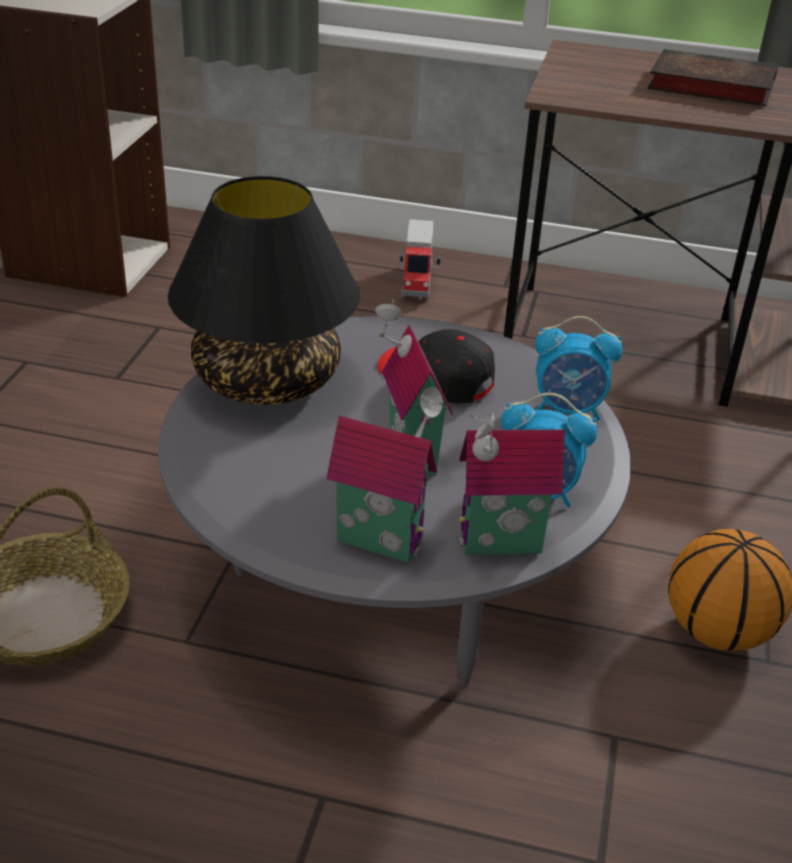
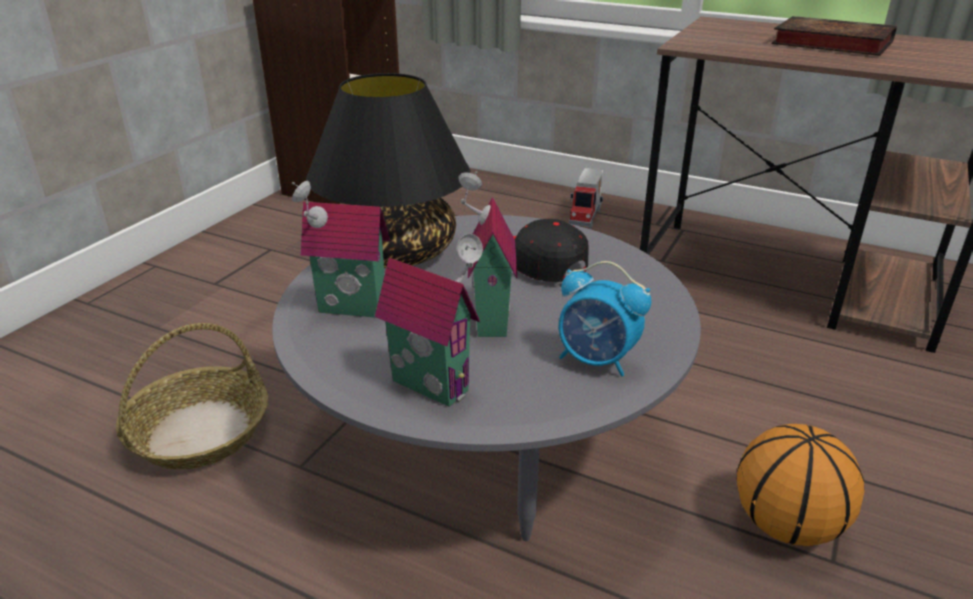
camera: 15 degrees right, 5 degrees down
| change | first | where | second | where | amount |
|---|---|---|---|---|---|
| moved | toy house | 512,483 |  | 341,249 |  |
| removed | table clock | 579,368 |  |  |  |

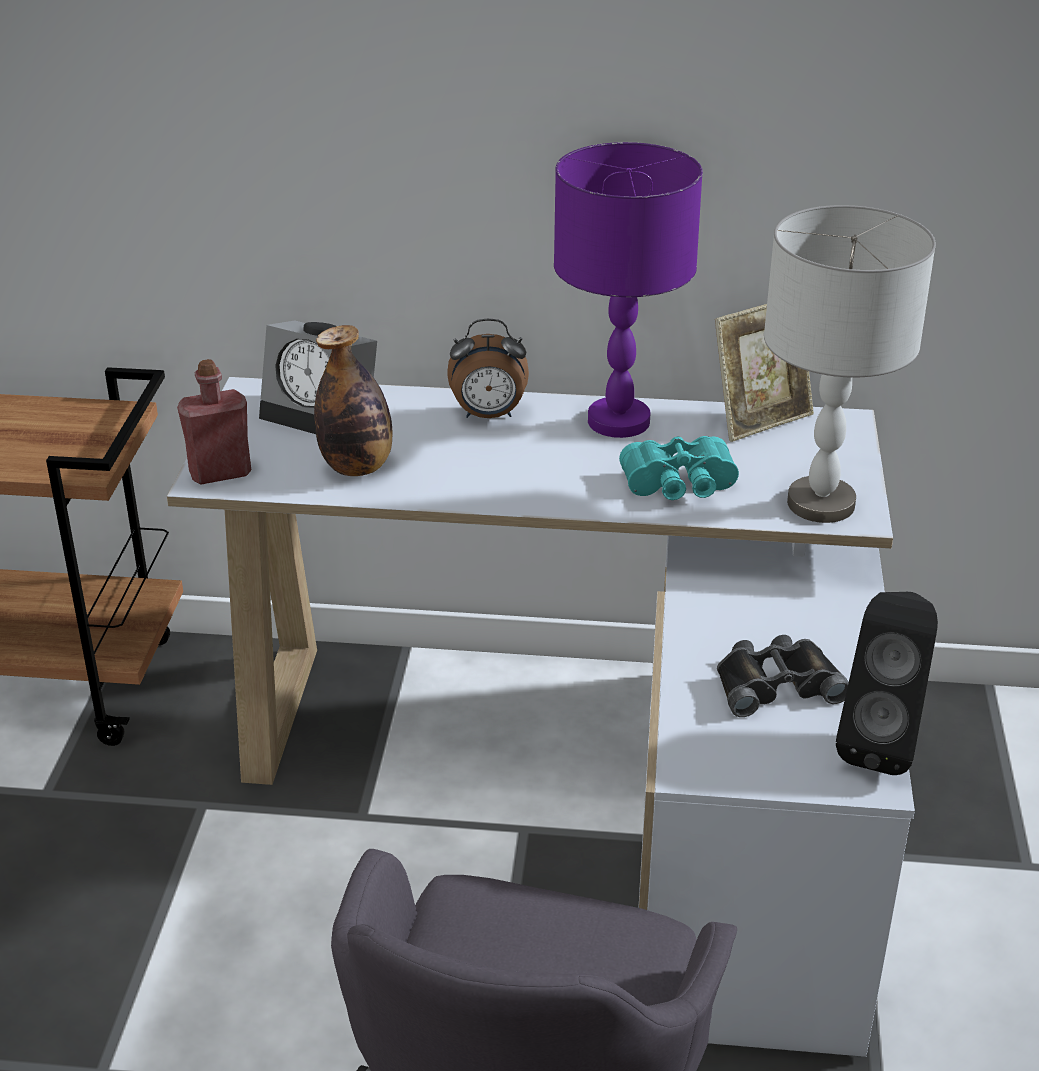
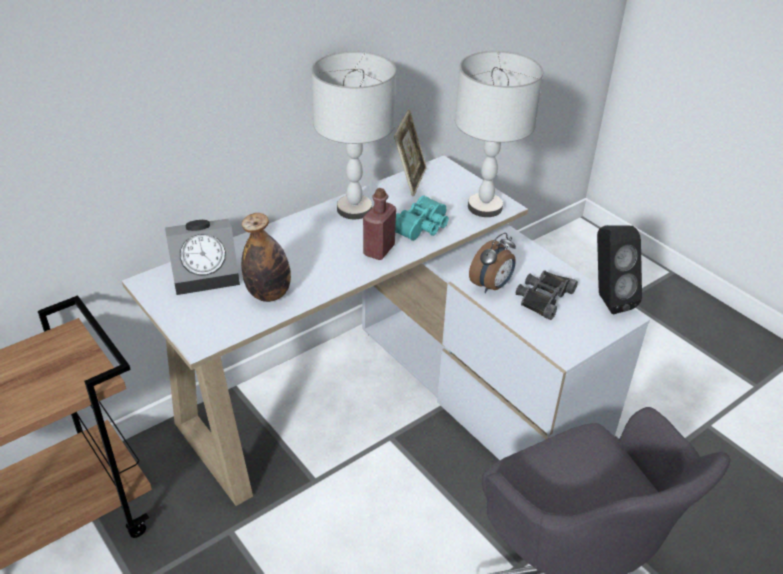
camera: 45 degrees left, 5 degrees up
| change | first | where | second | where | amount |
|---|---|---|---|---|---|
| moved | bottle in reddish | 214,422 |  | 379,224 |  |
| moved | table clock | 488,368 |  | 492,262 |  |
| recoloured | lamp for a table in purple-coloured | 628,290 | lamp for a table in gray | 354,135 |  |

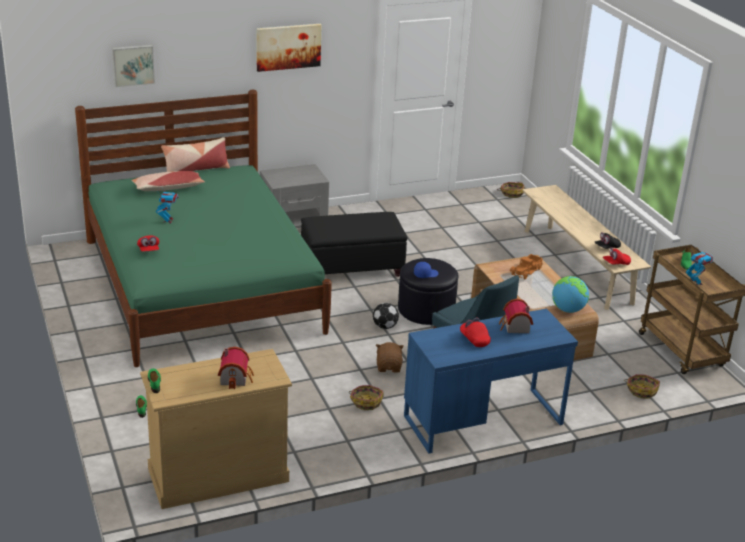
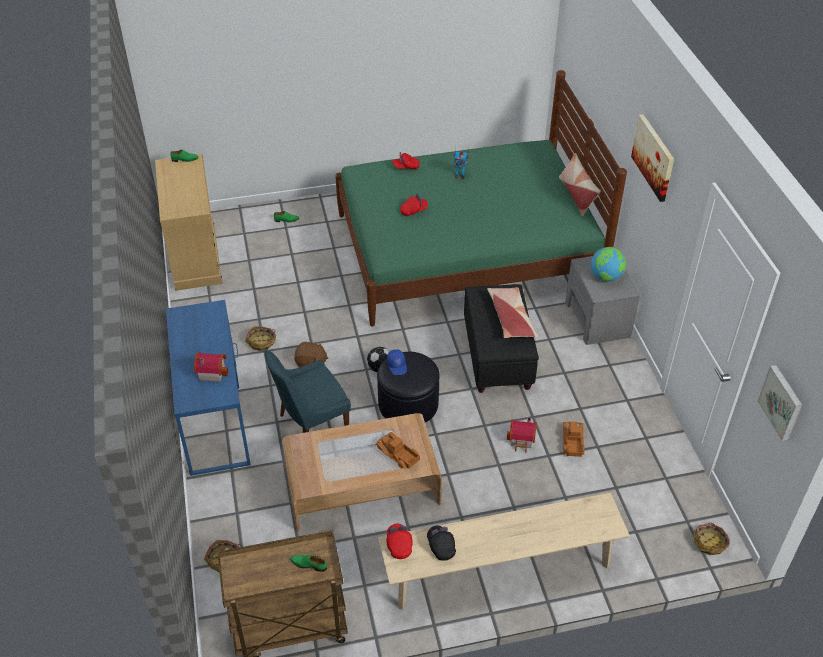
camera: 100 degrees right, 15 degrees up
| change | first | where | second | where | amount |
|---|---|---|---|---|---|
| moved | wall art | 133,66 |  | 779,403 |  |
| moved | pillow | 168,181 |  | 512,312 |  |
| moved | toy house | 236,368 |  | 521,435 |  |
| moved | peaked cap in reddish | 475,332 |  | 414,205 |  |
| moved | globe | 570,294 |  | 608,264 |  |
| removed | model robot | 699,267 |  |  |  |
| added |  |  | toy lorry | 574,439 |  |

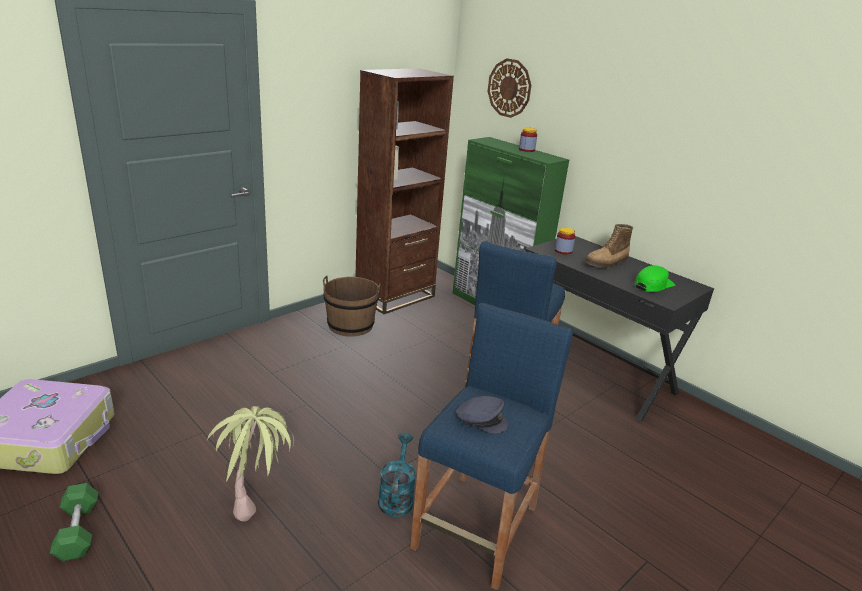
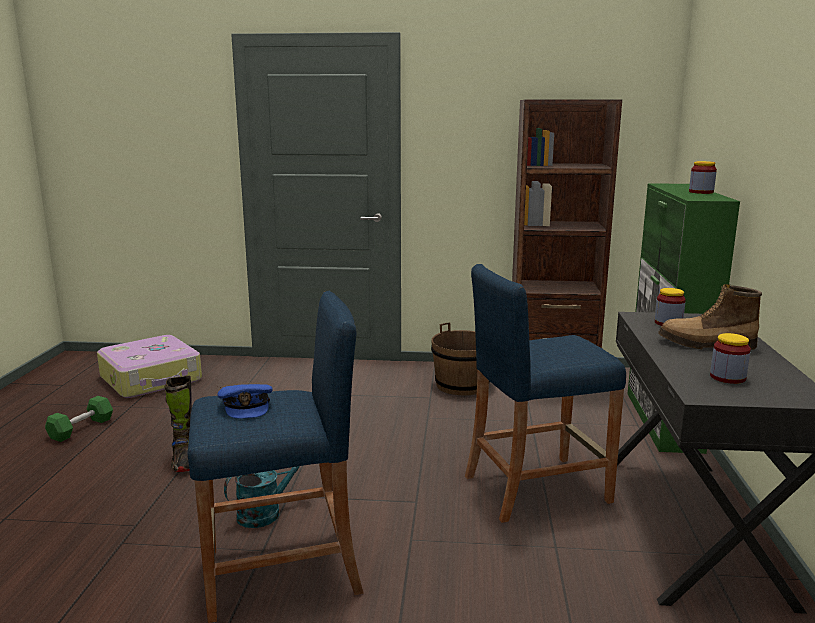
camera: 50 degrees right, 10 degrees down
| change | first | where | second | where | amount |
|---|---|---|---|---|---|
| replaced | houseplant | 250,463 | boot in black-coloured | 178,423 |  |
| recoloured | peaked cap in gray | 482,415 | peaked cap in blue | 245,401 |  |
| removed | hanging clock | 509,88 |  |  |  |
| replaced | peaked cap in green | 655,278 | preserve jar | 730,358 |  |

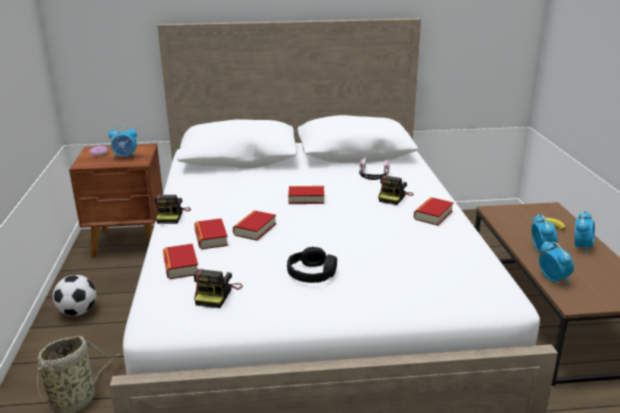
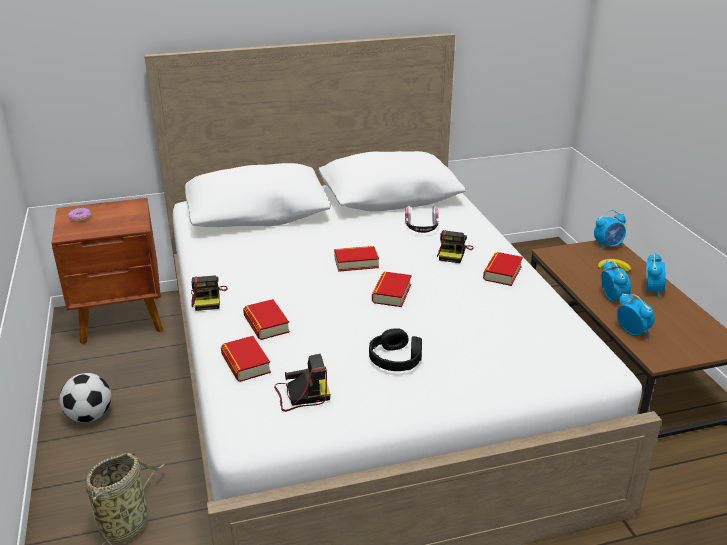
camera: 10 degrees left, 5 degrees up
| change | first | where | second | where | amount |
|---|---|---|---|---|---|
| moved | table clock | 123,142 |  | 610,230 |  |
| turned | photo camera | 218,288 |  | 302,383 | 105 degrees counterclockwise |
| moved | volume | 254,225 |  | 392,289 |  |

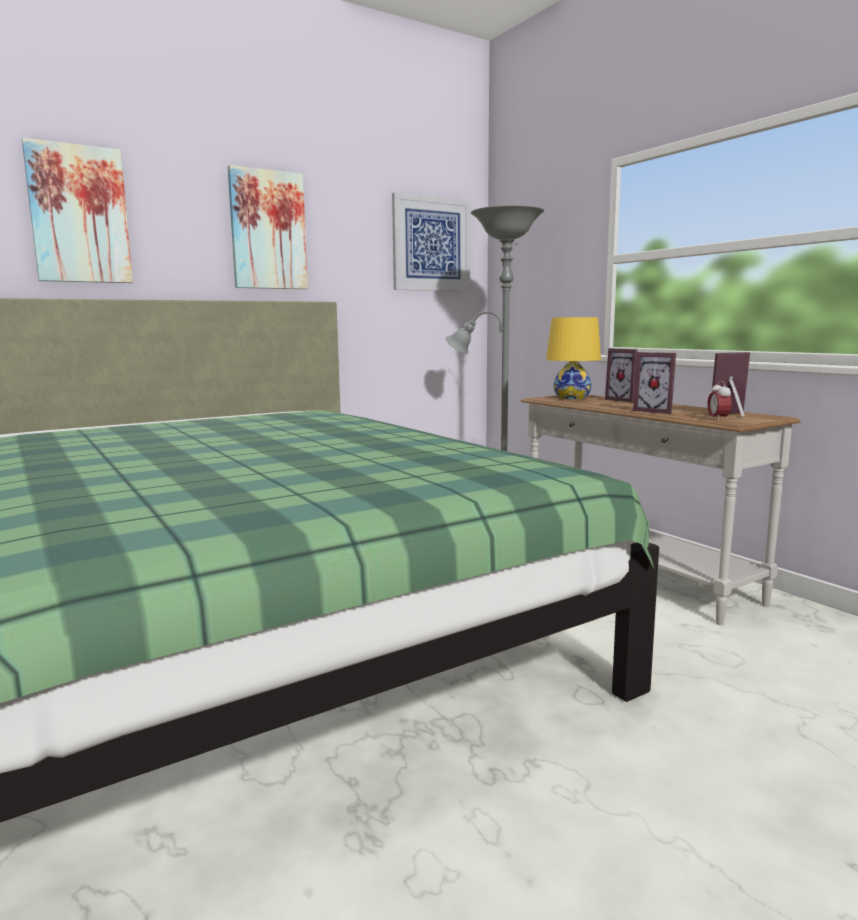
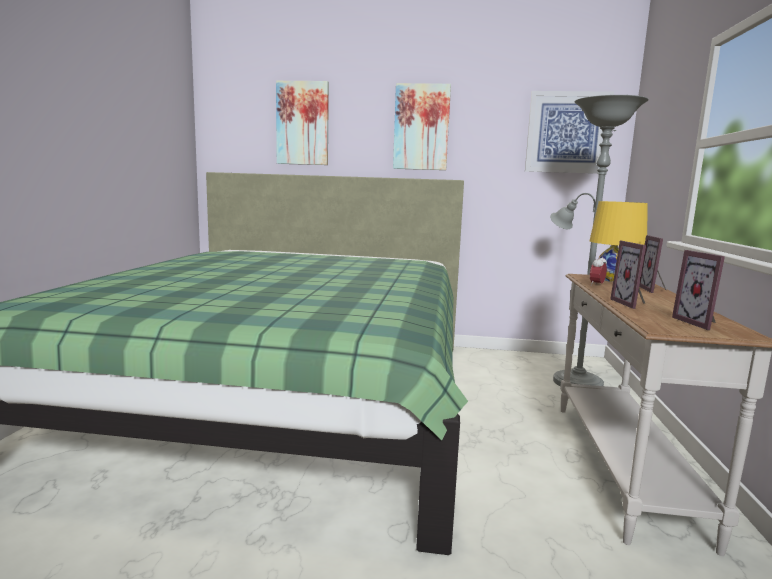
camera: 40 degrees right, 0 degrees up
| change | first | where | second | where | amount |
|---|---|---|---|---|---|
| moved | table clock | 719,401 |  | 598,270 |  |
| turned | photo frame | 729,384 |  | 698,290 | 120 degrees counterclockwise |

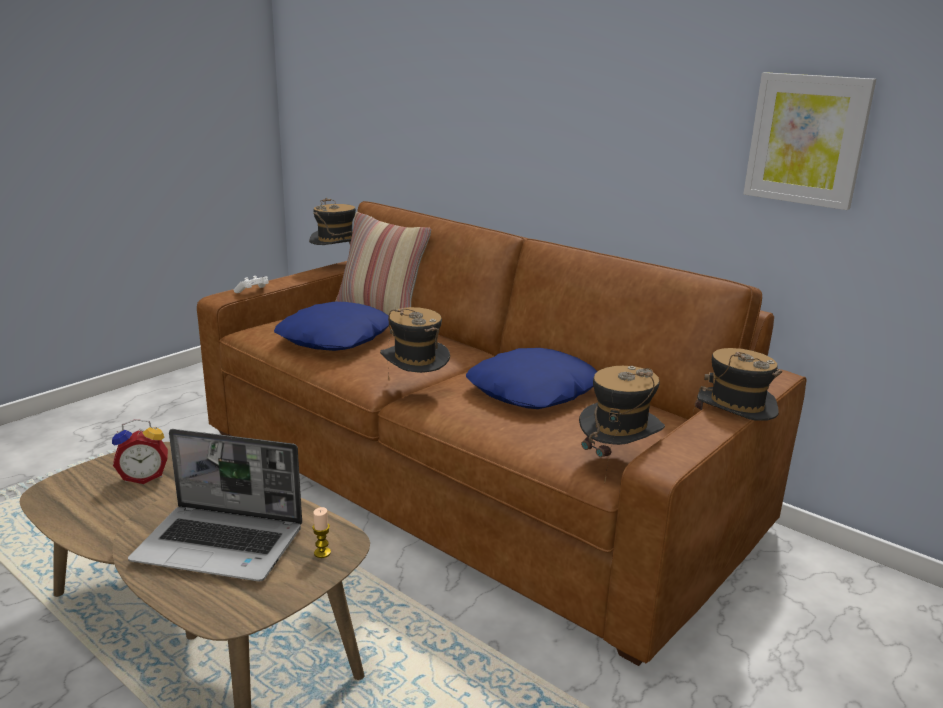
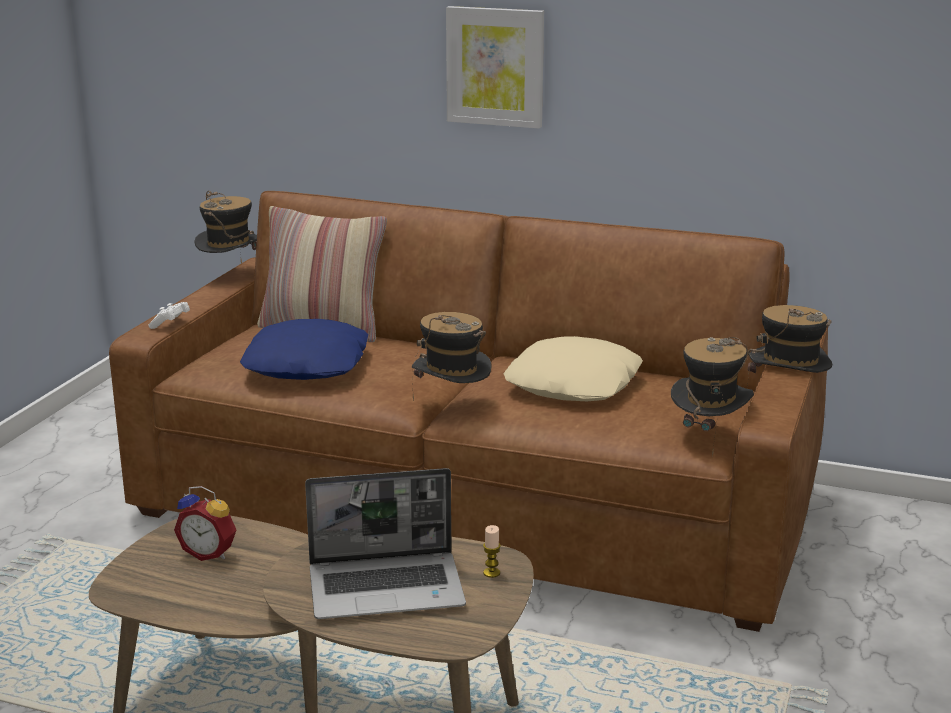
camera: 20 degrees left, 0 degrees up
| change | first | where | second | where | amount |
|---|---|---|---|---|---|
| turned | table clock | 140,451 |  | 205,523 | 60 degrees clockwise |
| recoloured | pillow in blue | 532,378 | pillow in sand-coloured | 573,368 |  |
| moved | wall art | 809,141 |  | 495,67 |  |

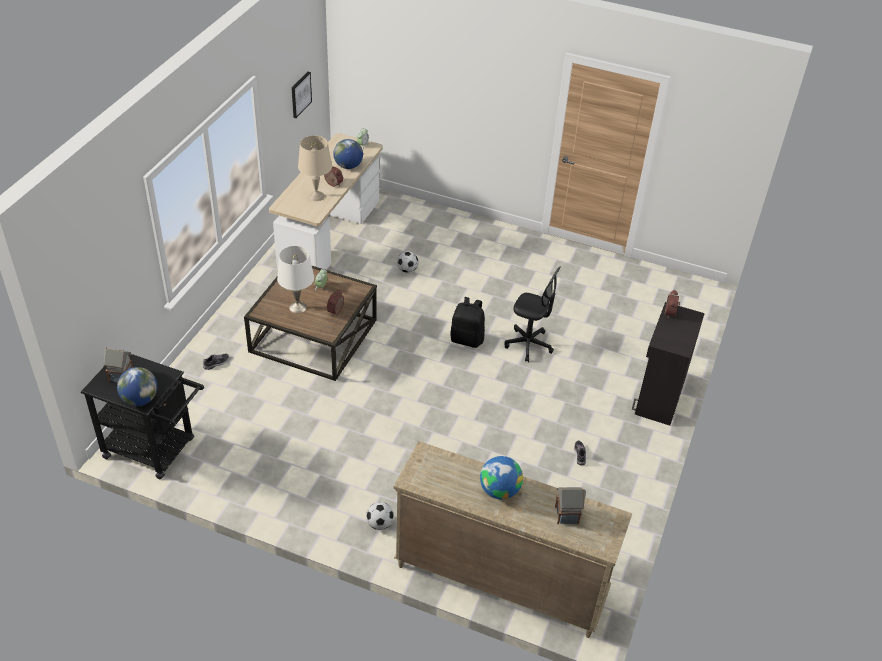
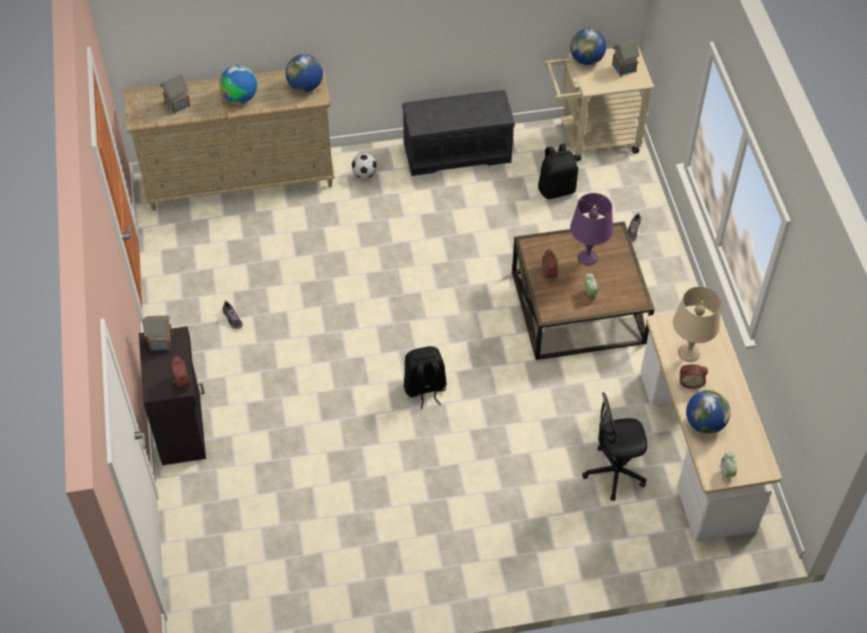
camera: 150 degrees right, 10 degrees up
| change | first | where | second | where | amount |
|---|---|---|---|---|---|
| recoloured | trolley in black-coloured | 142,414 | trolley in sand-coloured | 599,103 |  |
| recoloured | lamp for a table in white-coloured | 295,279 | lamp for a table in purple-coloured | 591,229 |  |
| removed | wall art | 302,95 |  |  |  |
| removed | football | 407,262 |  |  |  |
| moved | computer chair in black-coloured | 533,314 |  | 615,446 |  |
| added |  |  | toy house | 157,333 |  |
| added |  |  | globe | 304,73 |  |
| added |  |  | indoor bench in gray | 458,133 |  |
| added |  |  | knapsack in black-coloured | 558,171 |  |

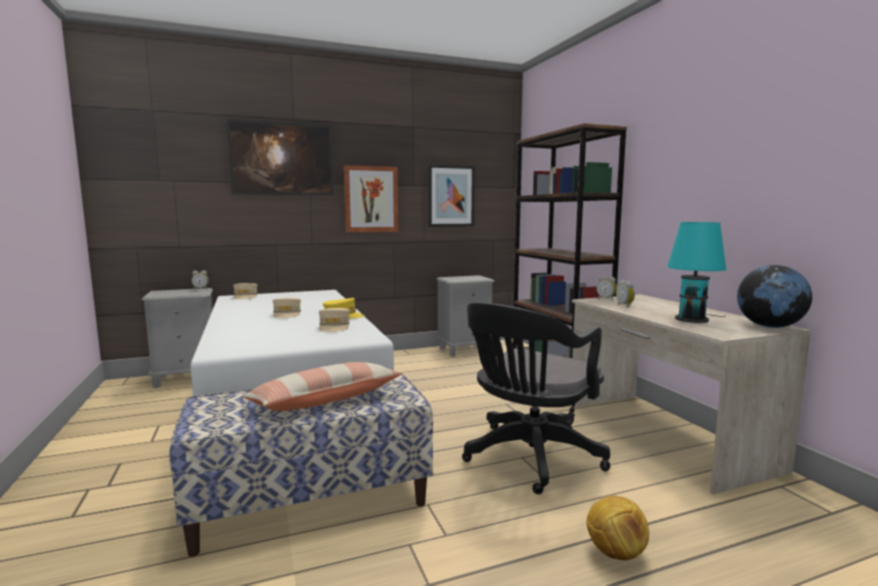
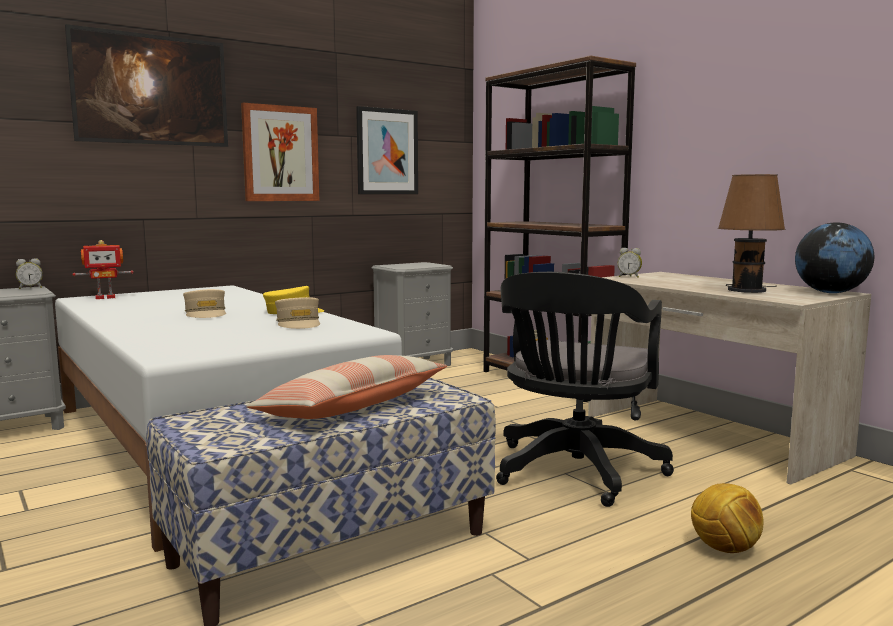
camera: 15 degrees left, 0 degrees up
| change | first | where | second | where | amount |
|---|---|---|---|---|---|
| replaced | peaked cap in sand-coloured | 245,291 | model robot | 103,269 |  |
| removed | table clock | 625,294 |  |  |  |
| recoloured | lamp for a table in turquoise-coloured | 697,272 | lamp for a table in brownish | 752,233 |  |

